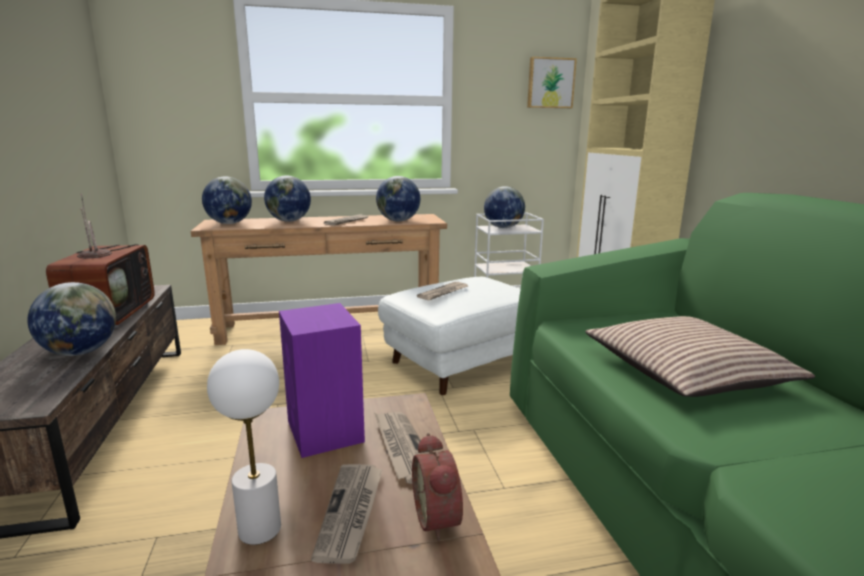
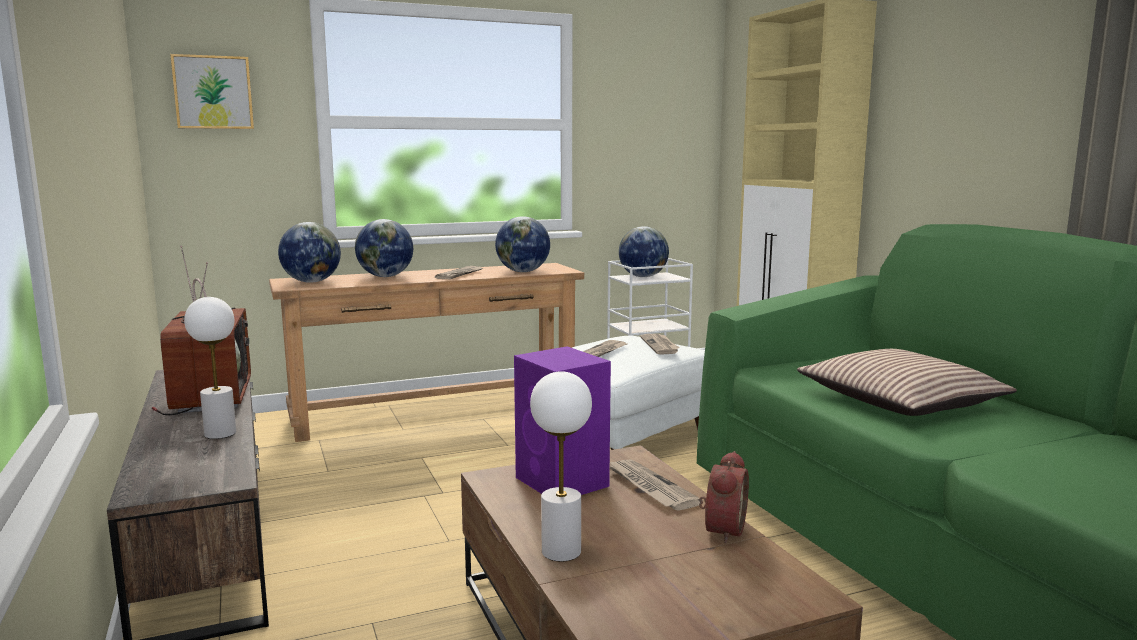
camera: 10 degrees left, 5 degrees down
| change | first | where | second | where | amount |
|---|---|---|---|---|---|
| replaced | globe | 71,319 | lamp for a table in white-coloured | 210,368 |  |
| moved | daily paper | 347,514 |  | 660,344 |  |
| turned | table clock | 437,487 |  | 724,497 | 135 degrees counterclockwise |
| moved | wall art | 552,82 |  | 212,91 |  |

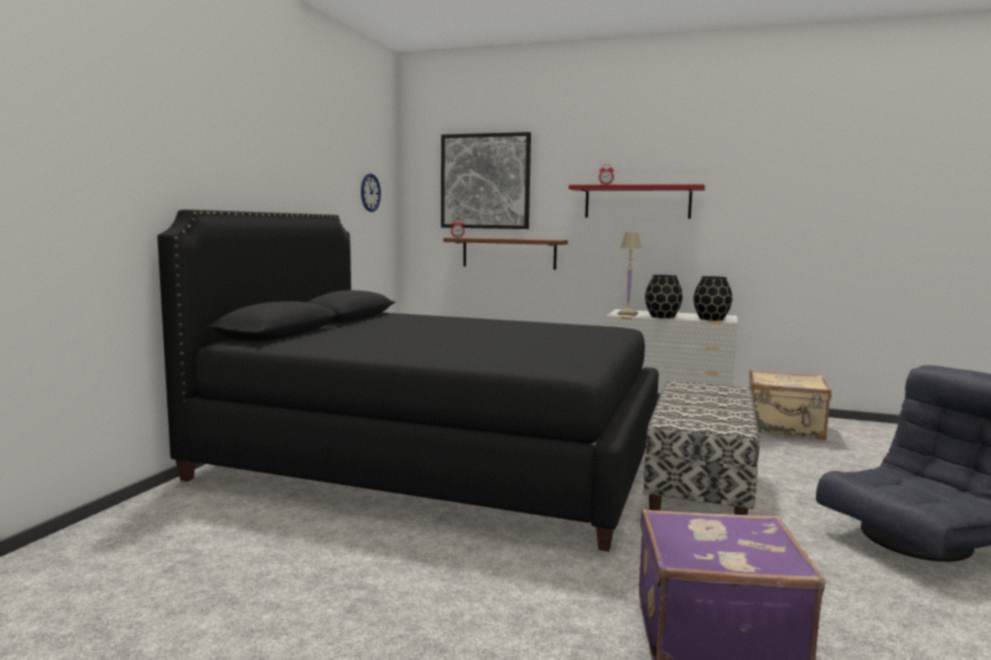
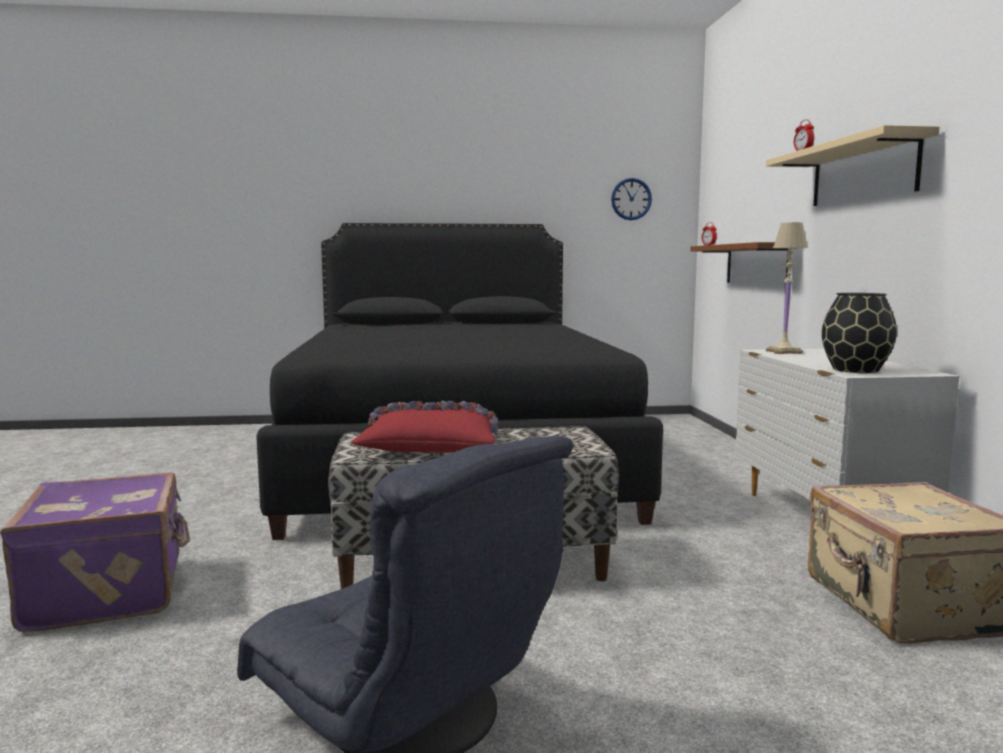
camera: 65 degrees right, 0 degrees up
| change | first | where | second | where | amount |
|---|---|---|---|---|---|
| removed | wall art | 486,180 |  |  |  |
| recoloured | bracket shelf in reddish | 637,201 | bracket shelf in sand-coloured | 853,165 |  |
| removed | decorative vase in black-coloured | 664,297 |  |  |  |
| added |  |  | pillow in reddish | 424,427 |  |

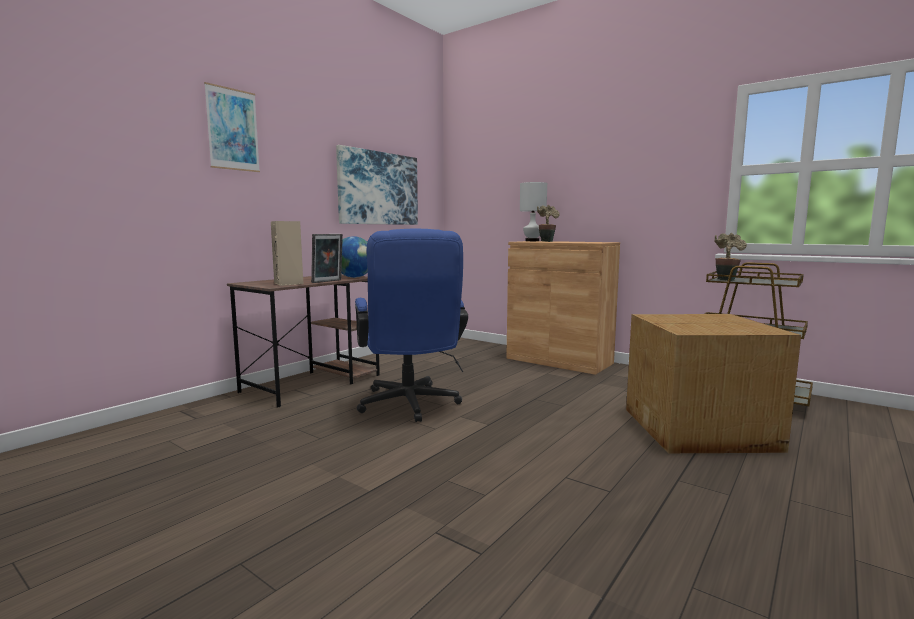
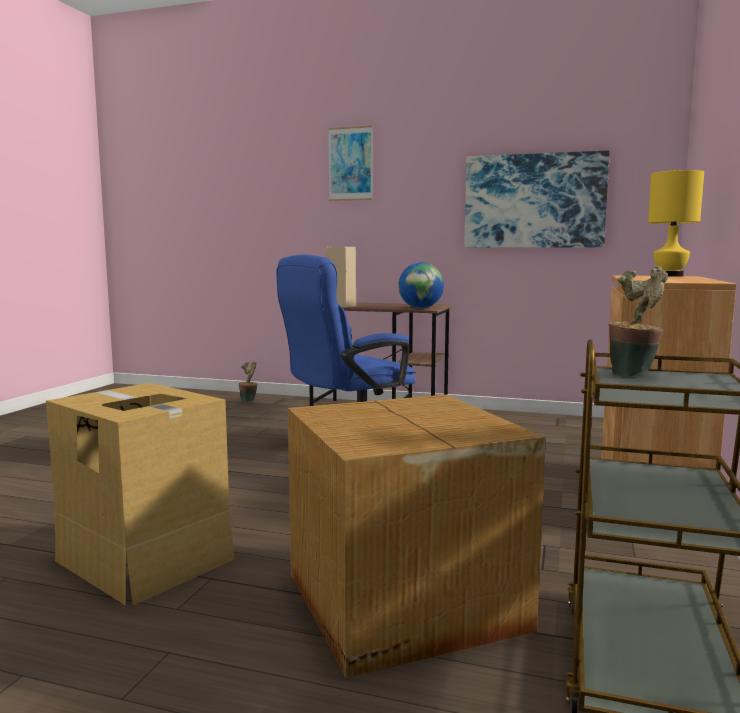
camera: 70 degrees right, 0 degrees up
| change | first | where | second | where | amount |
|---|---|---|---|---|---|
| removed | photo frame | 327,258 |  |  |  |
| recoloured | lamp for a table in white-coloured | 533,211 | lamp for a table in yellowish | 676,223 |  |
| moved | houseplant | 548,223 |  | 248,382 |  |
| added |  |  | packing box | 140,494 |  |

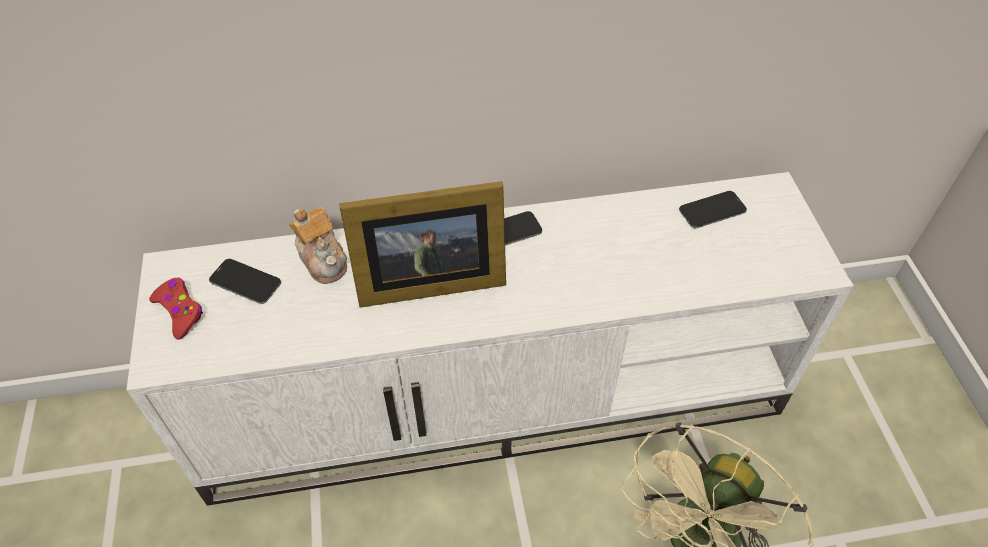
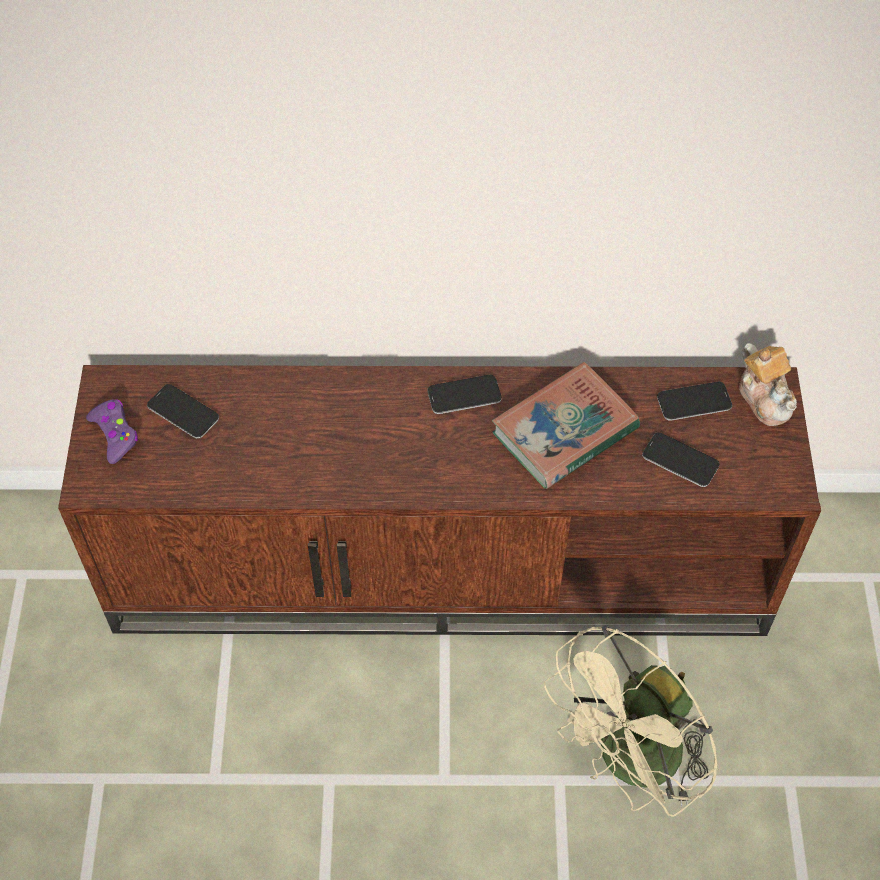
camera: 10 degrees right, 5 degrees up
| change | first | where | second | where | amount |
|---|---|---|---|---|---|
| recoloured | tv stand in white-coloured | 490,339 | tv stand in brownish | 439,500 |  |
| recoloured | game controller in reddish | 176,308 | game controller in purple-coloured | 112,431 |  |
| moved | pot for tea | 318,245 |  | 768,384 |  |
| removed | photo frame | 422,244 |  |  |  |
| added |  |  | volume | 566,425 |  |
| added |  |  | phone | 681,459 |  |

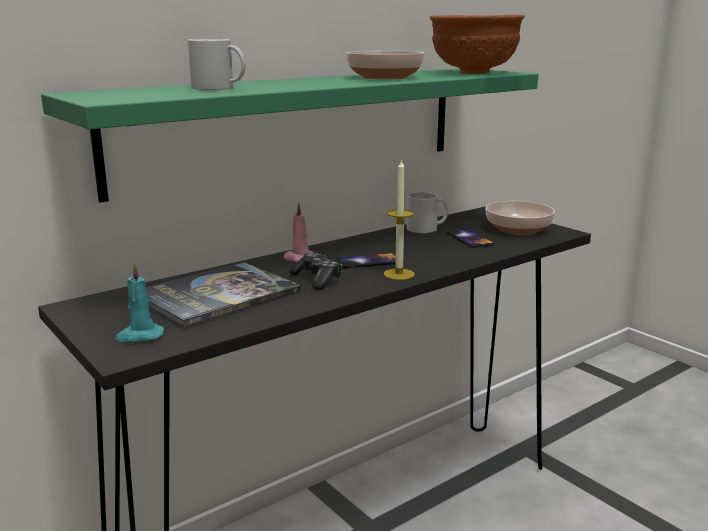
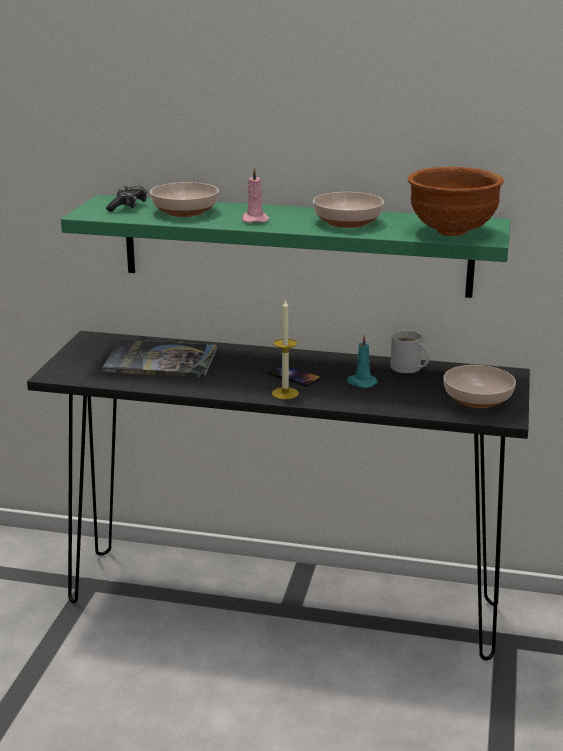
camera: 50 degrees right, 5 degrees up
| change | first | where | second | where | amount |
|---|---|---|---|---|---|
| moved | wax light in turquoise-coloured | 139,302 |  | 362,361 |  |
| replaced | tea mug in white-coloured | 217,64 | bowl | 184,199 |  |
| moved | wax light in pink-coloured | 297,232 |  | 255,195 |  |
| moved | game controller | 315,271 |  | 126,198 |  |
| removed | phone | 470,238 |  |  |  |

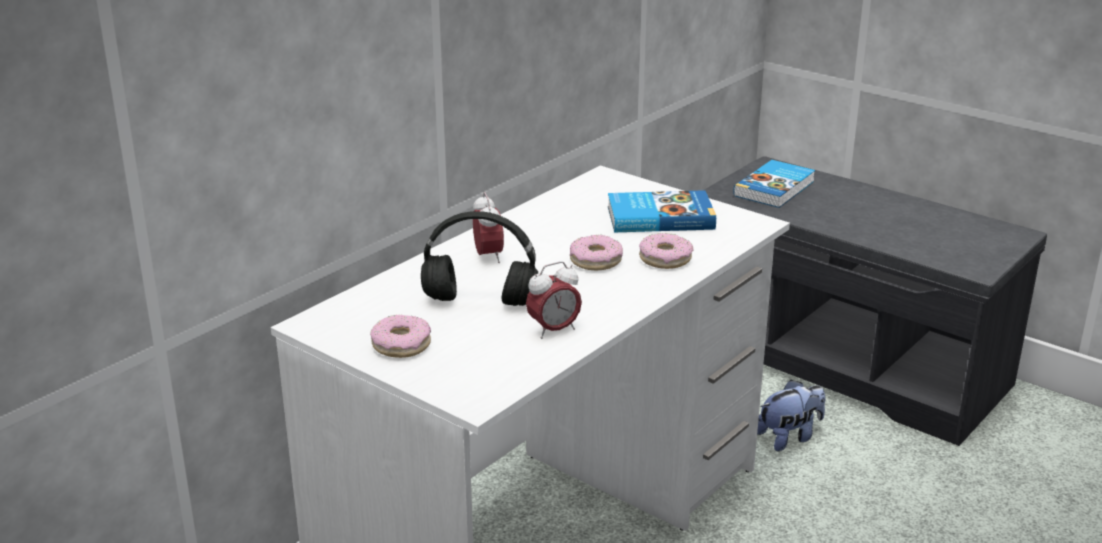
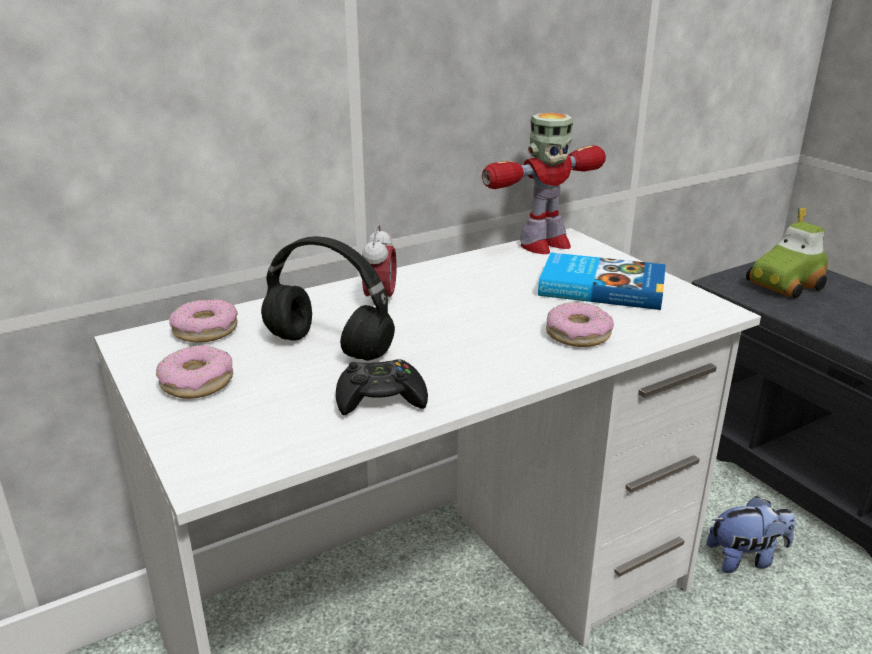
camera: 20 degrees right, 0 degrees up
| change | first | where | second | where | amount |
|---|---|---|---|---|---|
| replaced | table clock | 554,300 | game controller in black-coloured | 382,387 |  |
| moved | doughnut | 596,252 |  | 203,321 |  |
| replaced | volume | 774,184 | toy car | 787,252 |  |
| added |  |  | model robot | 544,183 |  |

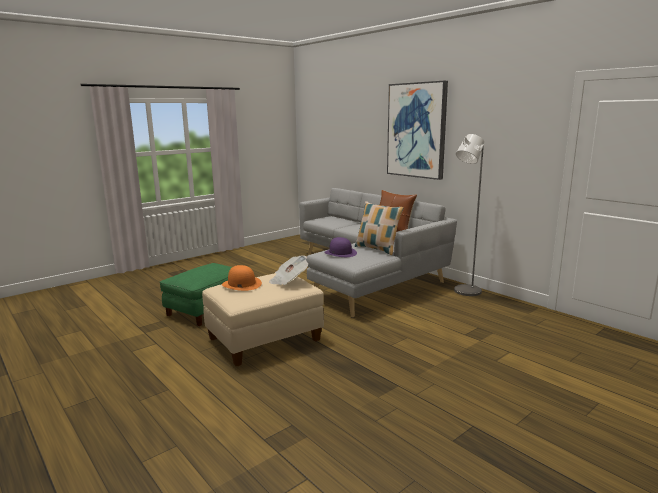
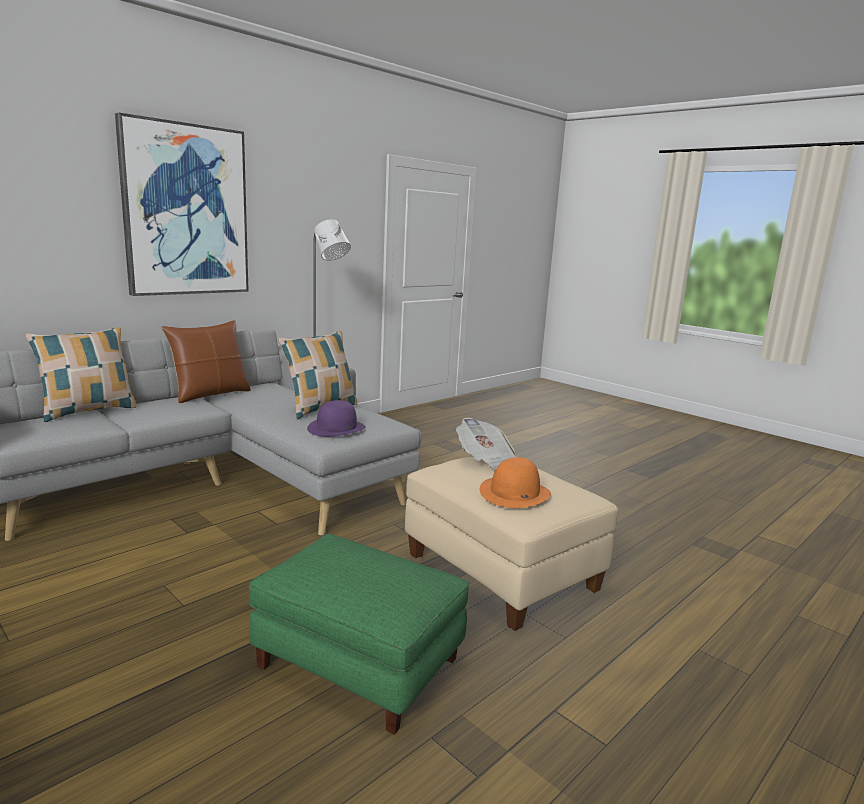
camera: 95 degrees left, 0 degrees up
| change | first | where | second | where | amount |
|---|---|---|---|---|---|
| added |  |  | pillow | 81,374 |  |

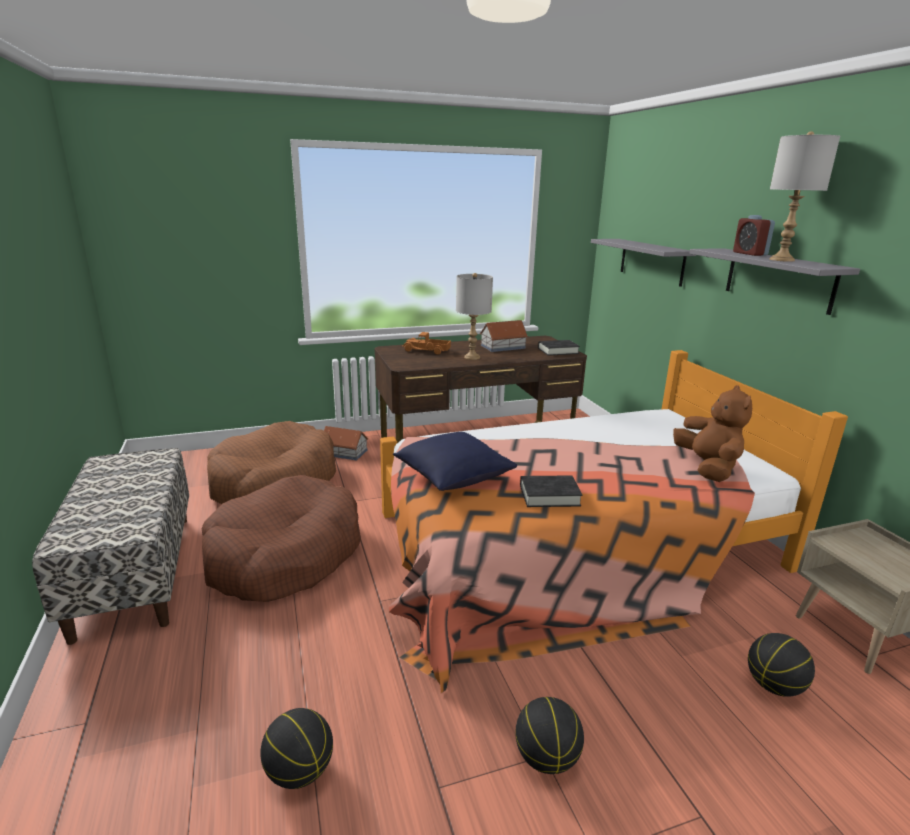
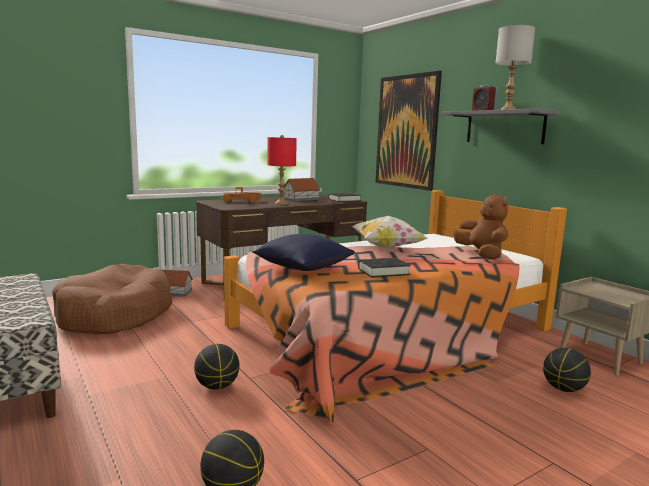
camera: 15 degrees left, 10 degrees down
| change | first | where | second | where | amount |
|---|---|---|---|---|---|
| removed | pet bed in brownish | 281,538 |  |  |  |
| recoloured | lamp for a table in gray | 474,316 | lamp for a table in reddish | 282,170 |  |
| moved | basketball ball | 549,735 |  | 217,367 |  |
| replaced | bracket shelf in gray | 643,263 | wall art | 408,131 |  |
| added |  |  | pillow | 390,232 |  |

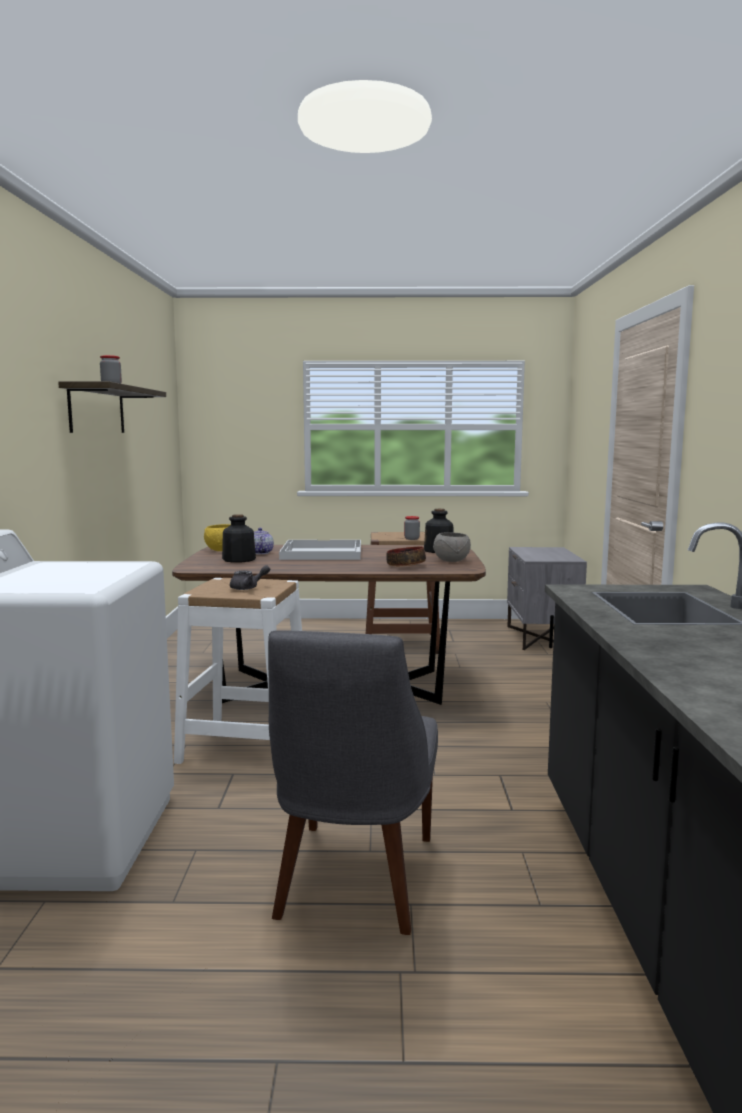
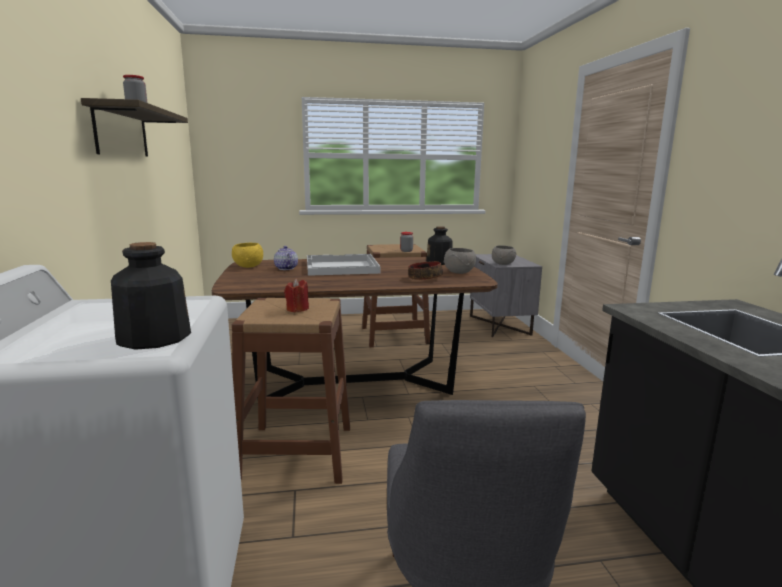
camera: 10 degrees left, 5 degrees up
| change | first | where | second | where | amount |
|---|---|---|---|---|---|
| recoloured | stool seat in white-coloured | 238,671 | stool seat in brownish | 291,391 |  |
| moved | bottle | 239,538 |  | 151,296 |  |
| replaced | pot for tea in gray | 250,577 | wax light in reddish | 296,295 |  |
| added |  |  | bowl in gray | 504,255 |  |

